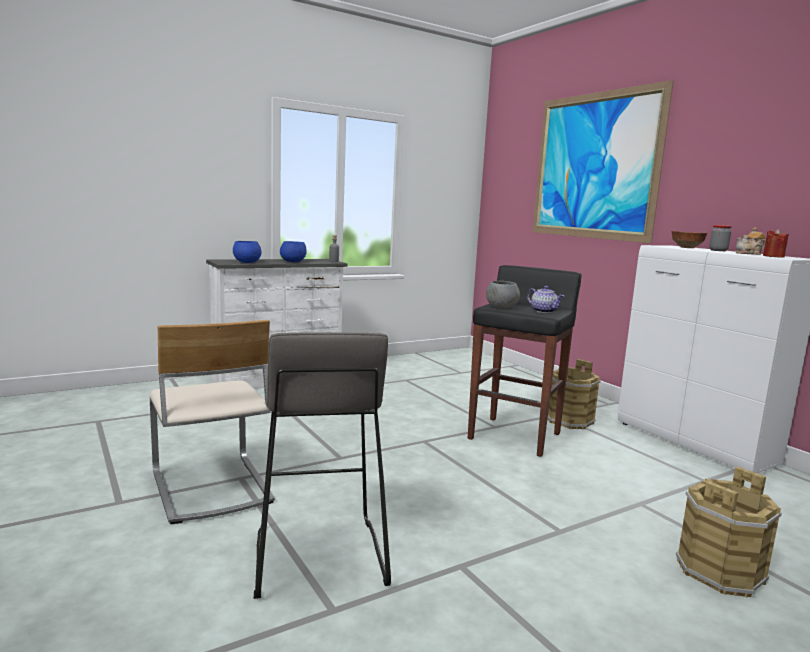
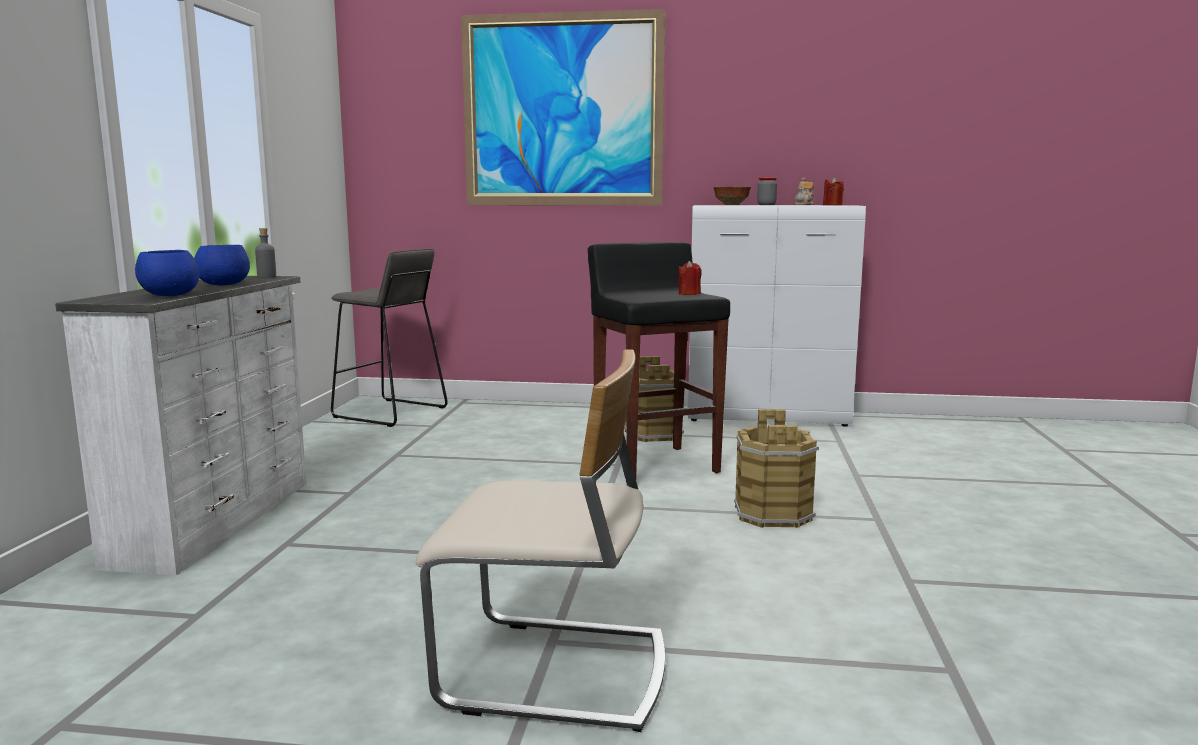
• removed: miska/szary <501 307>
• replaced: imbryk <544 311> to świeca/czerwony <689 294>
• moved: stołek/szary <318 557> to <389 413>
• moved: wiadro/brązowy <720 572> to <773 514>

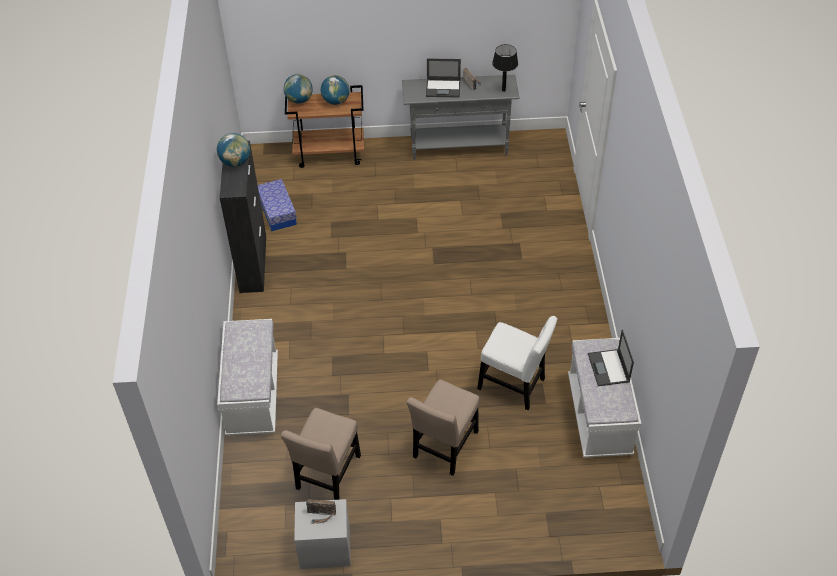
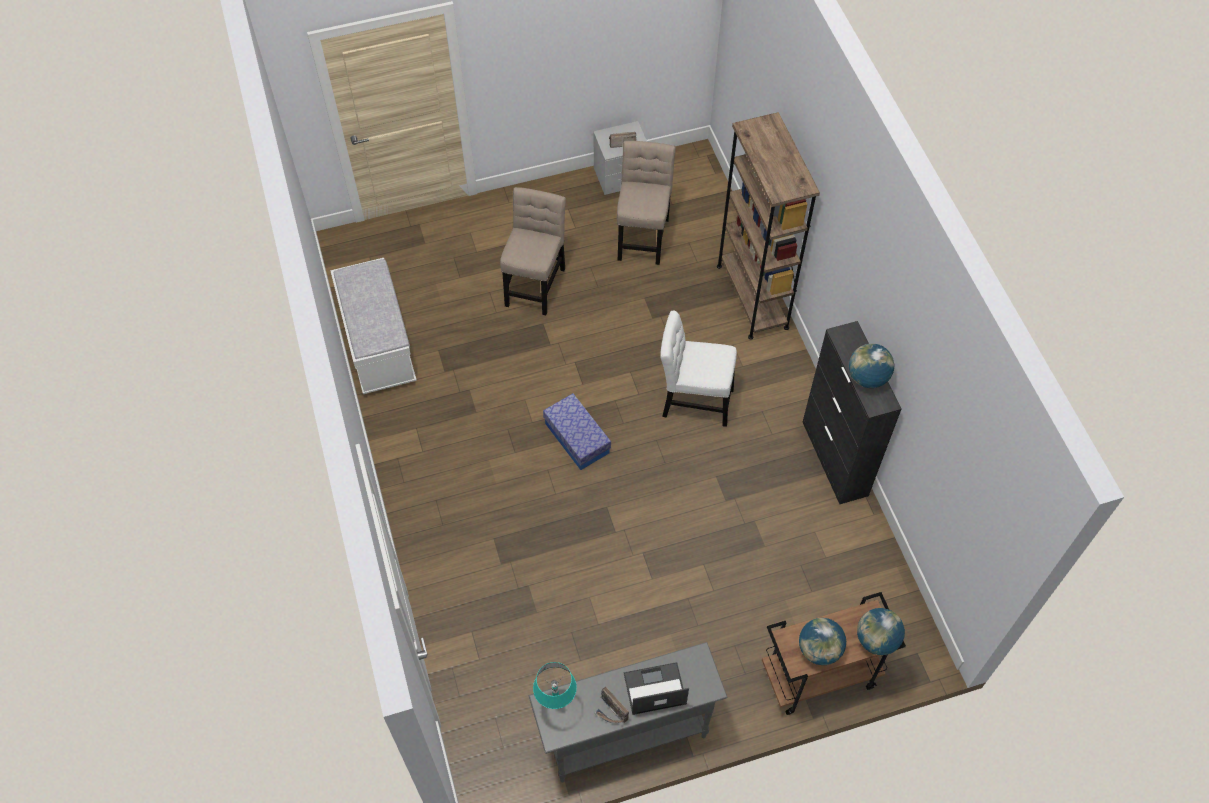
• recoloured: lampa stołowa/czarny <503 90> to lampa stołowa/turkusowy <556 705>
• moved: pojemnik do przechowywania <277 212> to <577 438>
• moved: krzesło/biały <514 386> to <693 401>
• replaced: ławka/biały <253 396> to regał/brązowy <752 296>
• removed: laptop <609 368>

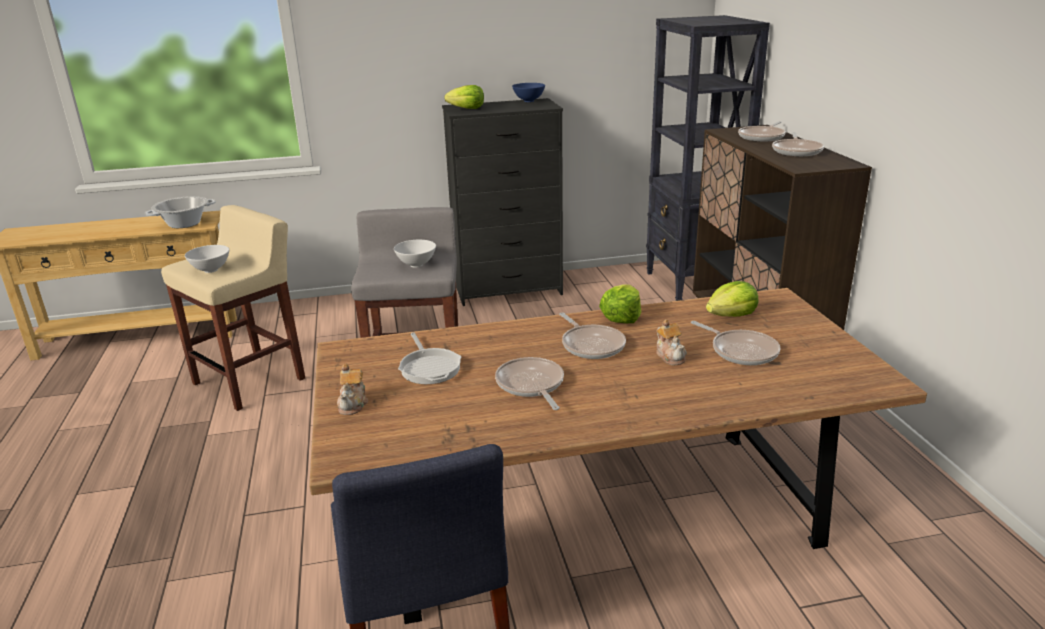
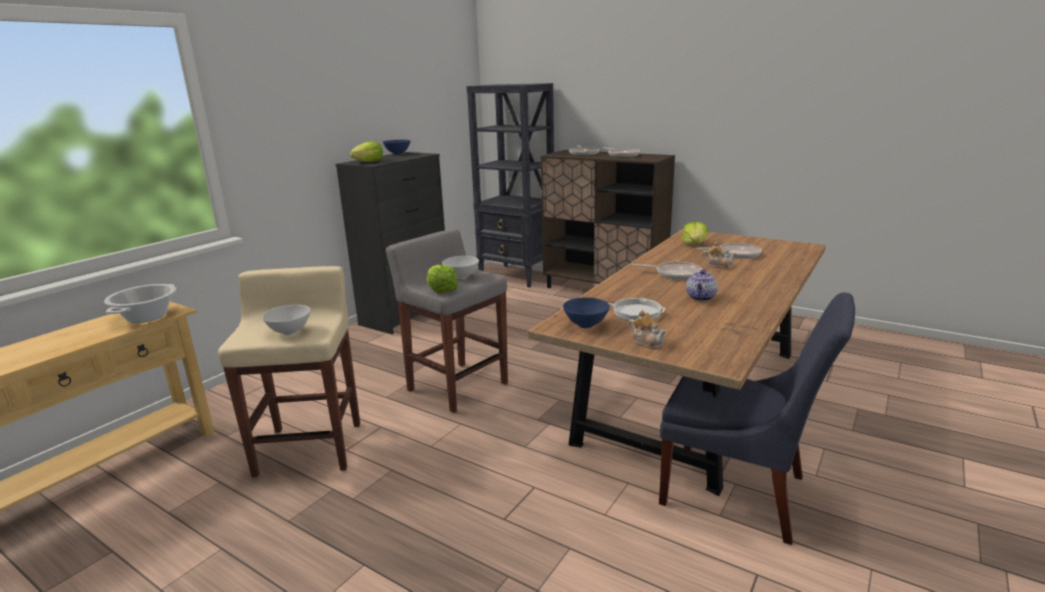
• moved: sałata <621 317> to <441 289>
• replaced: patelnia <531 385> to imbryk <701 298>
• added: miska/niebieski <586 325>

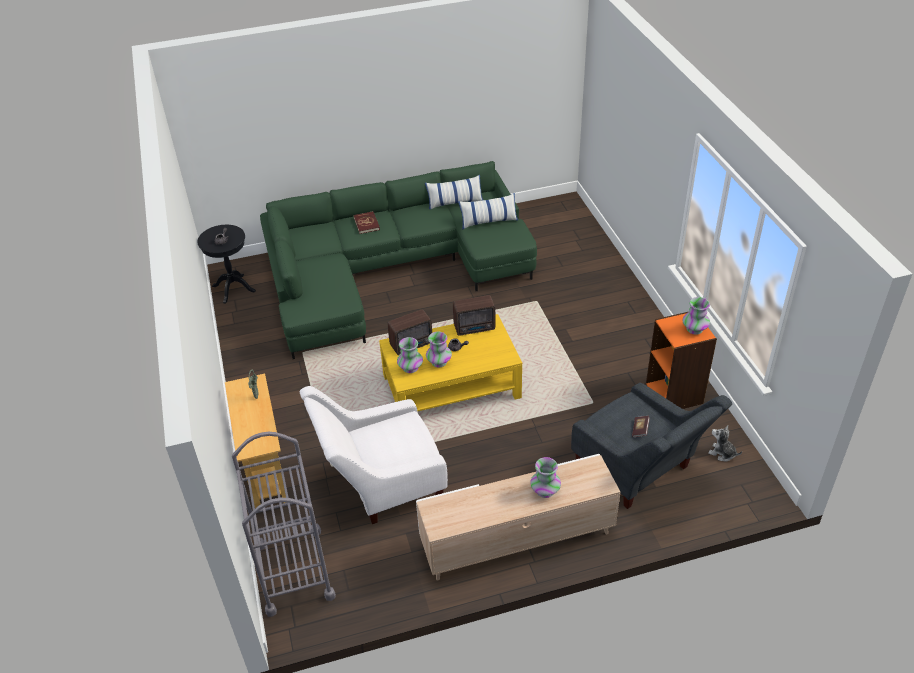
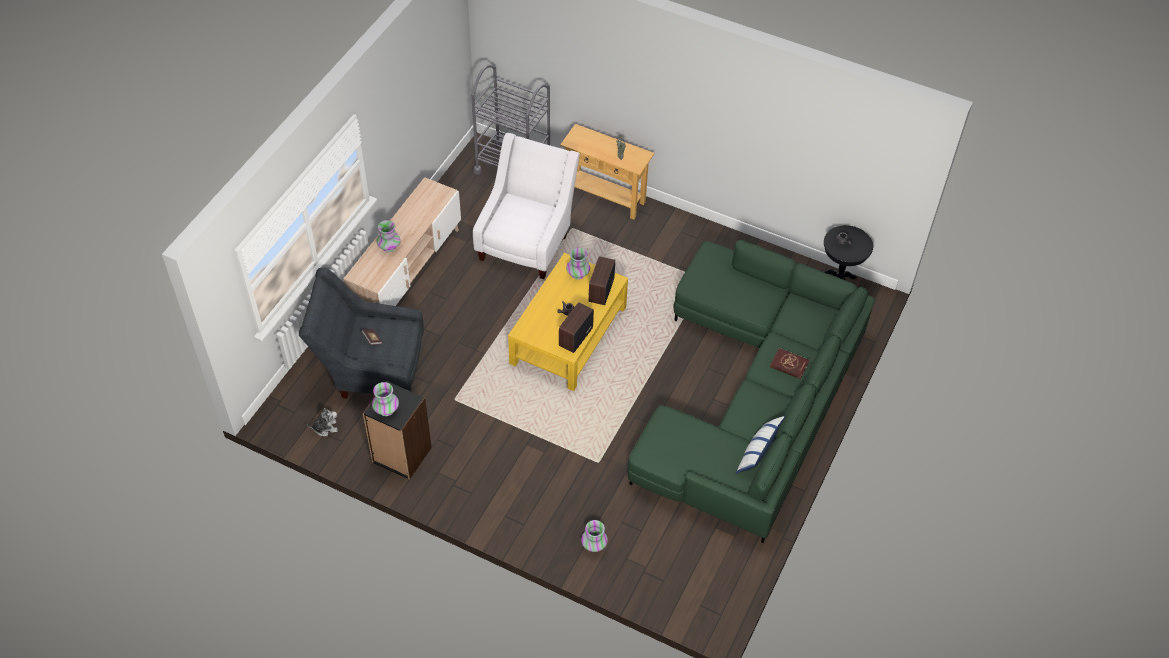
• removed: poduszka <488 221>
• recoloured: regał/pomarańczowy <675 393> to regał/czarny <401 455>
• moved: wazon <439 362> to <594 545>

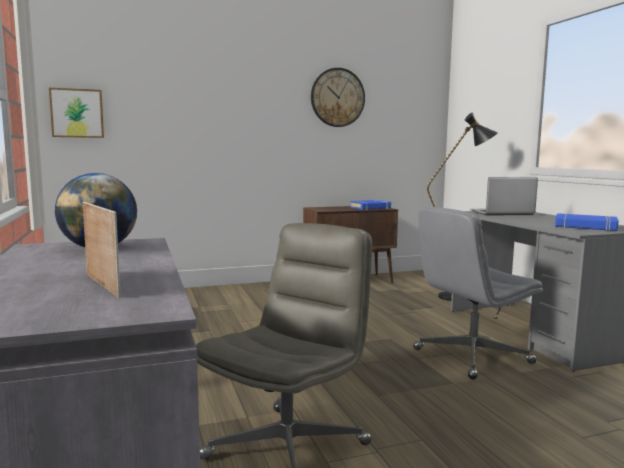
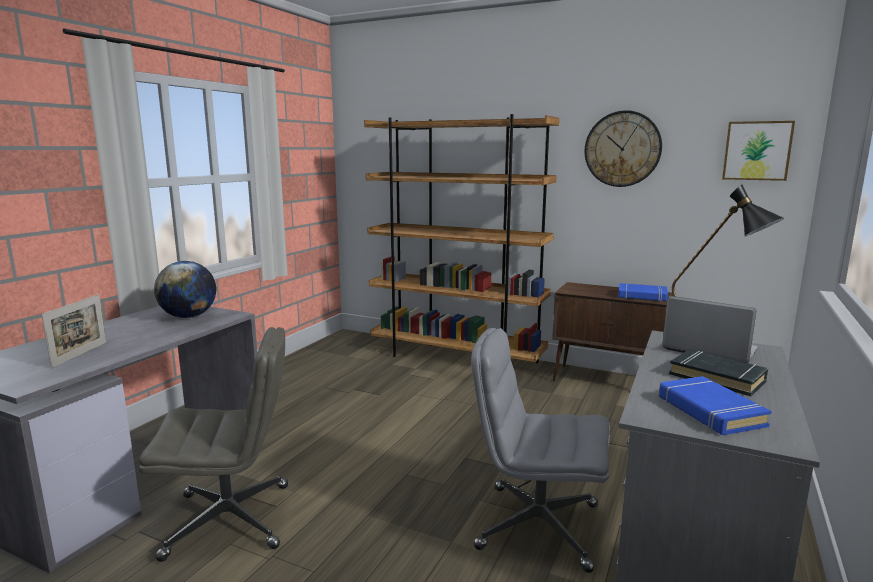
• moved: obraz <77 113> to <757 150>
• added: regał/brązowy <456 358>
• added: książka/czarny <717 378>

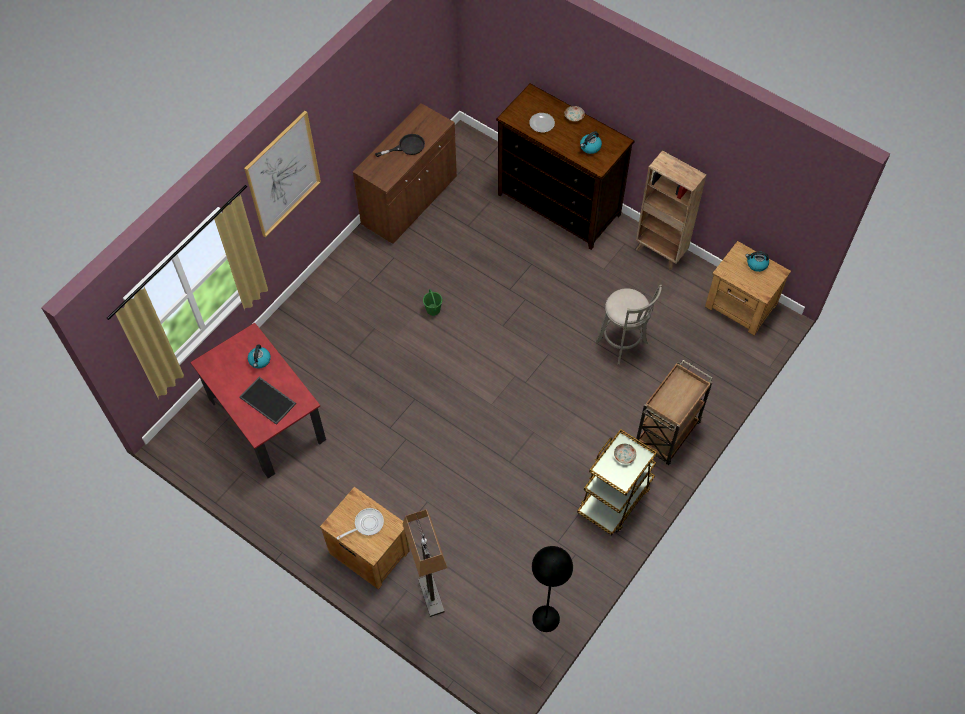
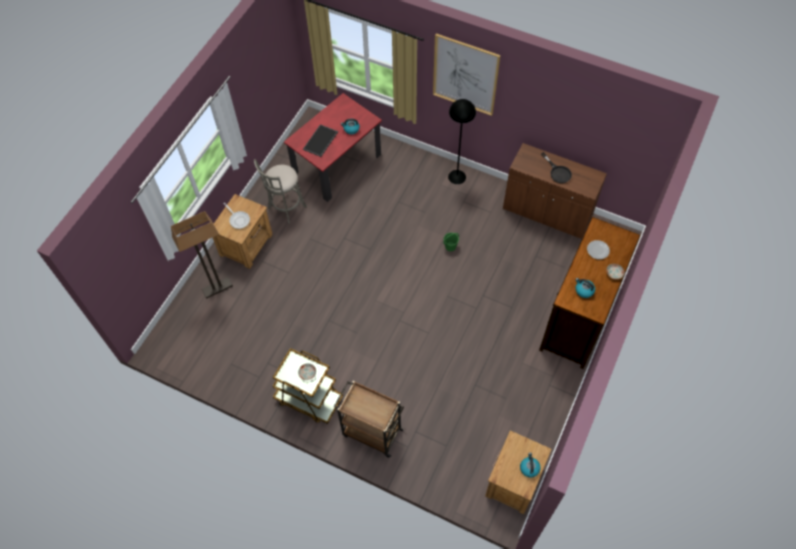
• removed: regał/brązowy <660 252>
• moved: stołek/szary <623 344> to <285 209>
• moved: lampa stojąca/czarny <546 618> to <457 177>

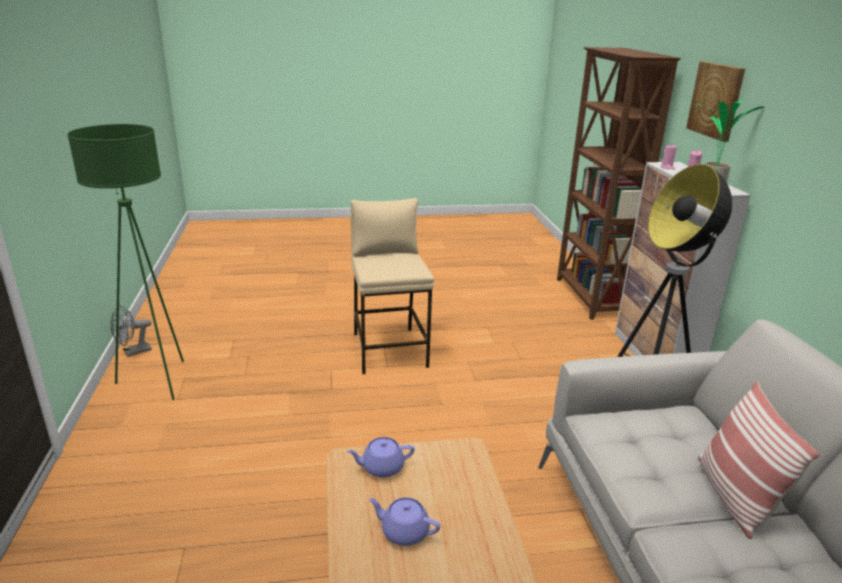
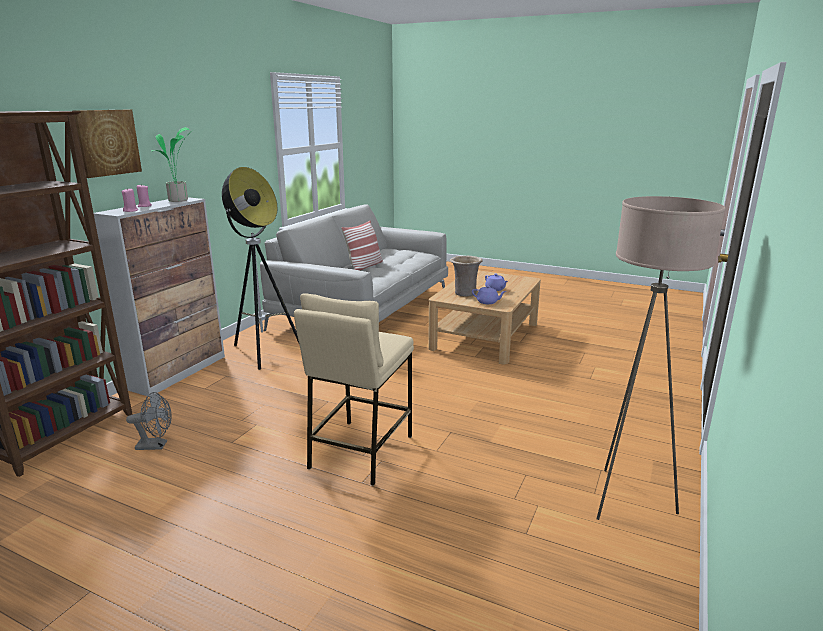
• recoloured: lampa stojąca/zielony <157 381> to lampa stojąca/beżowy <626 499>
• moved: wentylator/szary <133 352> to <156 445>
• added: wazon/beżowy <464 293>

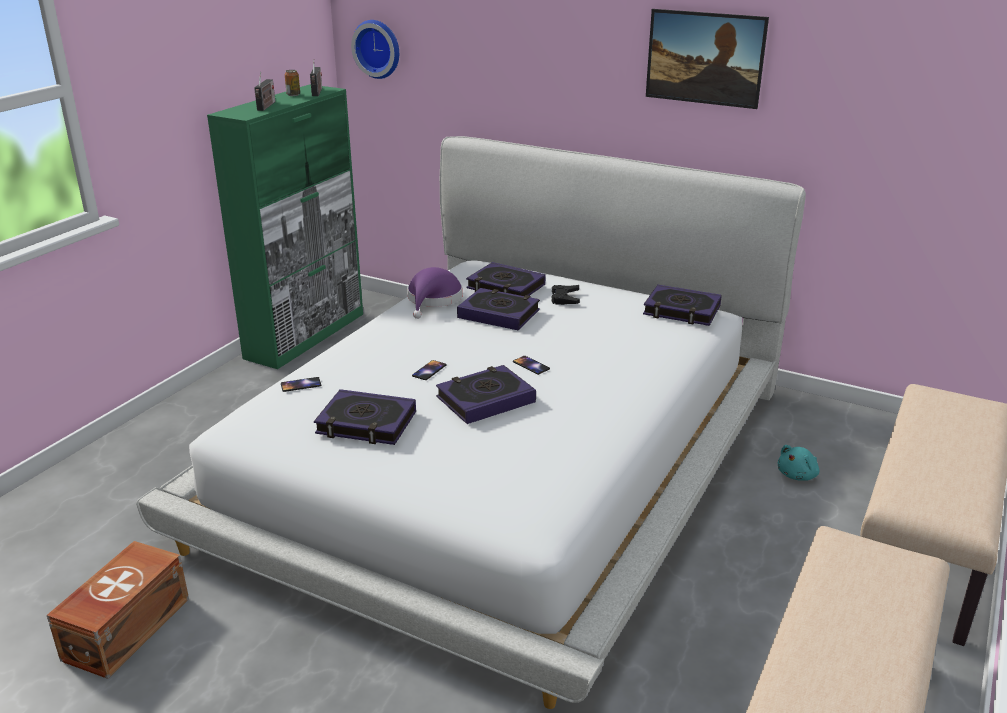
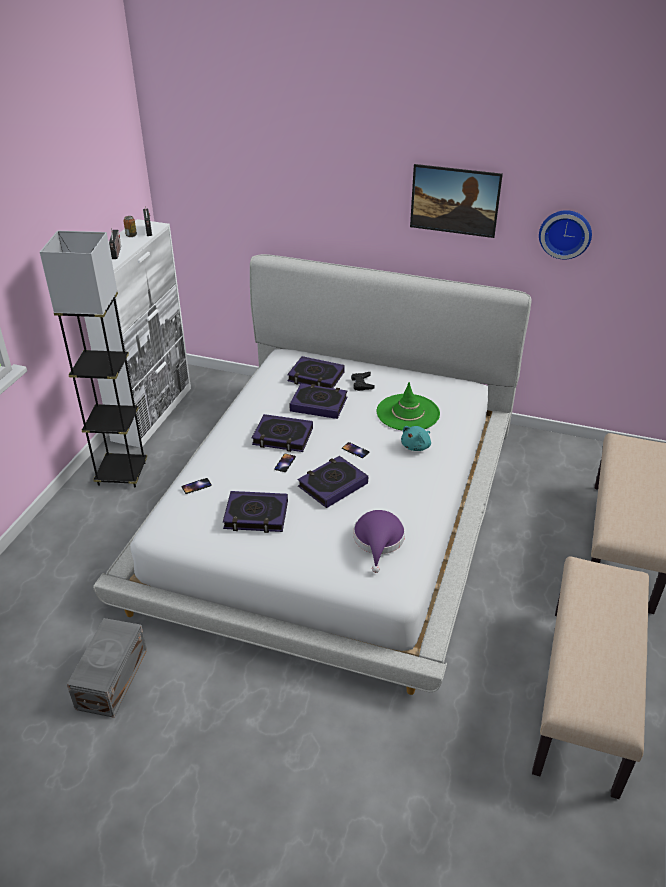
• moved: zegar ścienny <378 48> to <565 233>
• recoloured: szafka/zielony <306 335> to szafka/biały <153 413>
• moved: kapelusz/fioletowy <433 299> to <378 541>
• moved: książka <681 311> to <282 437>
• moved: pluszak/turkusowy <798 475> to <416 446>
• recoloured: pojemnik do przechowywania/brązowy <124 629> to pojemnik do przechowywania/szary <110 679>
• added: lampa stojąca/szary <122 474>
• added: kapelusz/zielony <408 413>

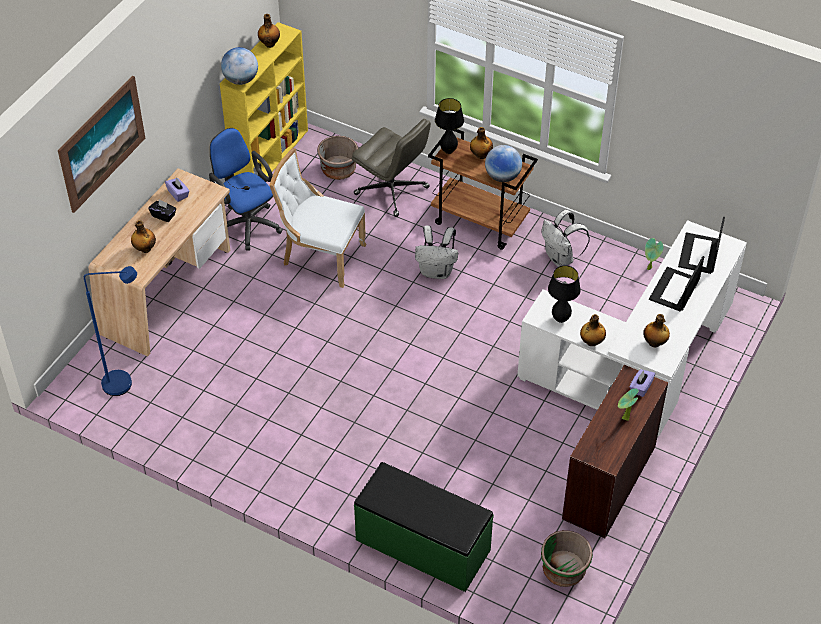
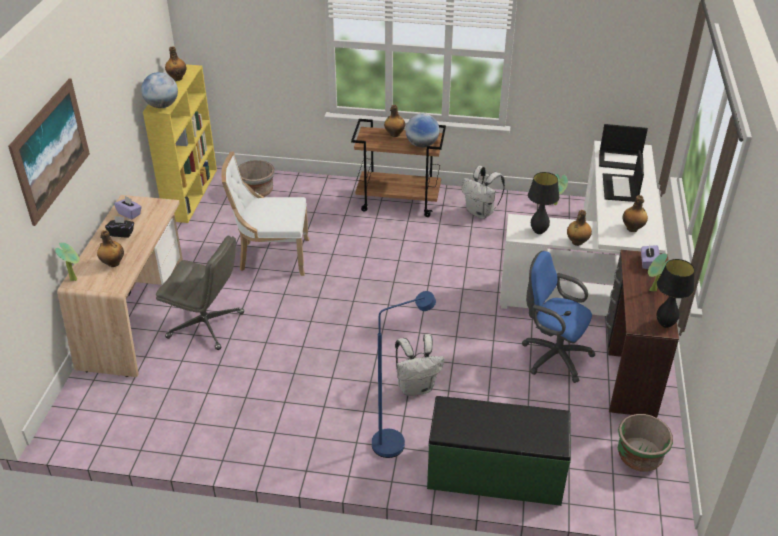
• moved: lampa stołowa/czarny <448 151> to <665 324>
• moved: krzesło biurowe/szary <392 191> to <207 325>
• moved: krzesło biurowe/niebieski <247 223> to <552 356>
• turned: laptop <699 254> = <621 160> 75 degrees counterclockwise
• moved: plecak/biały <437 271> to <416 387>
• moved: lampa stojąca/niebieski <125 383> to <396 441>
• added: roślina doniczkowa <75 278>

